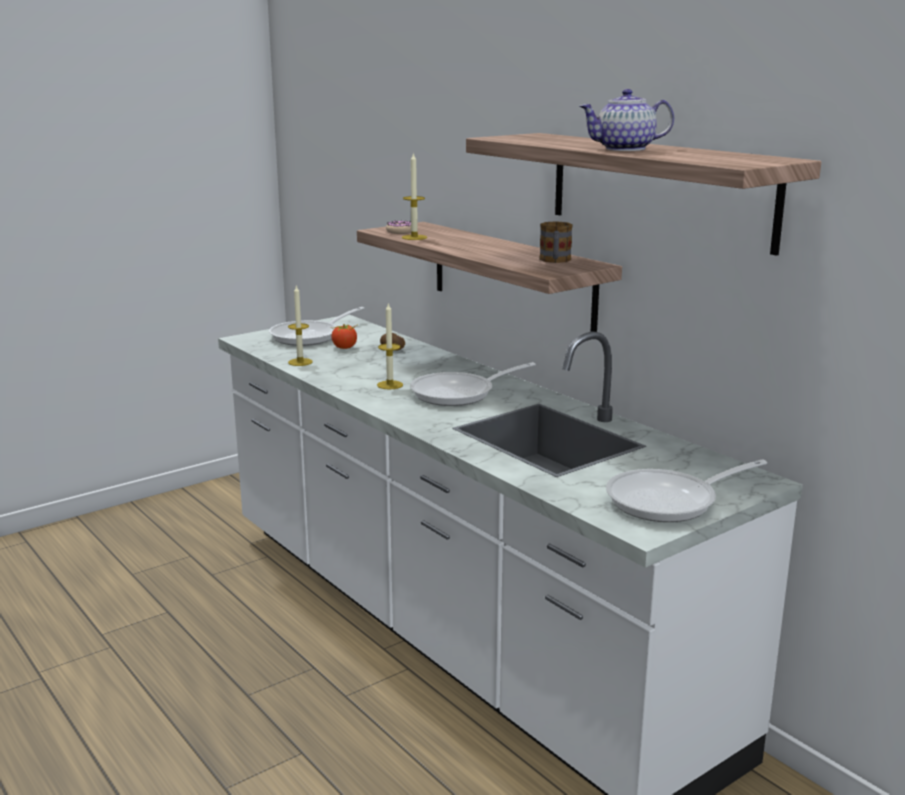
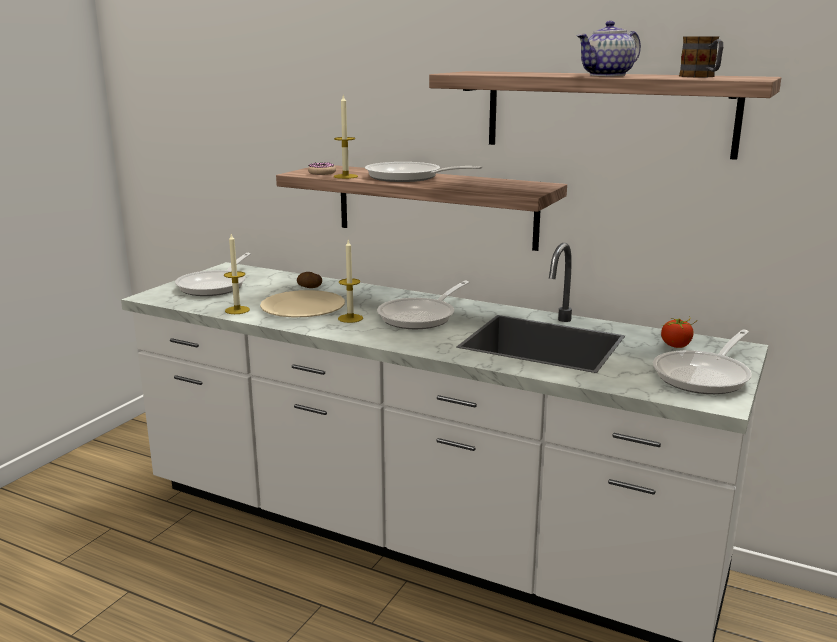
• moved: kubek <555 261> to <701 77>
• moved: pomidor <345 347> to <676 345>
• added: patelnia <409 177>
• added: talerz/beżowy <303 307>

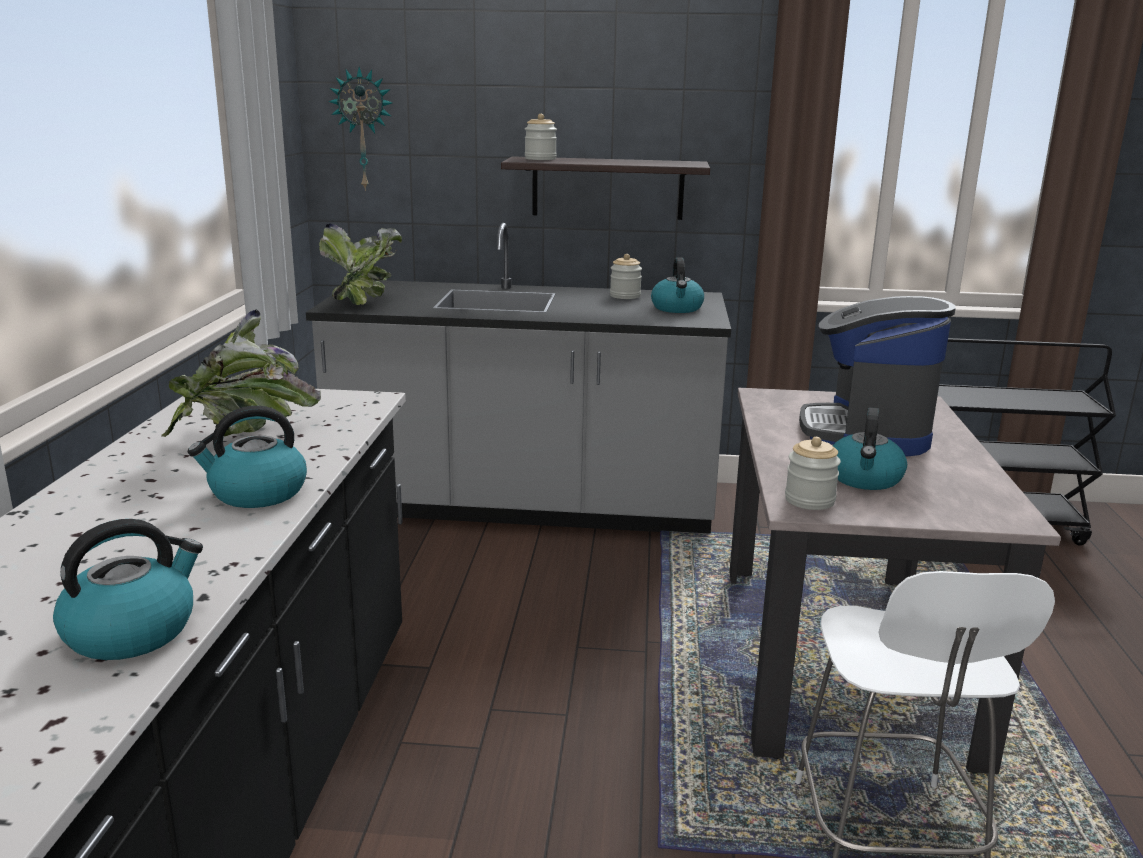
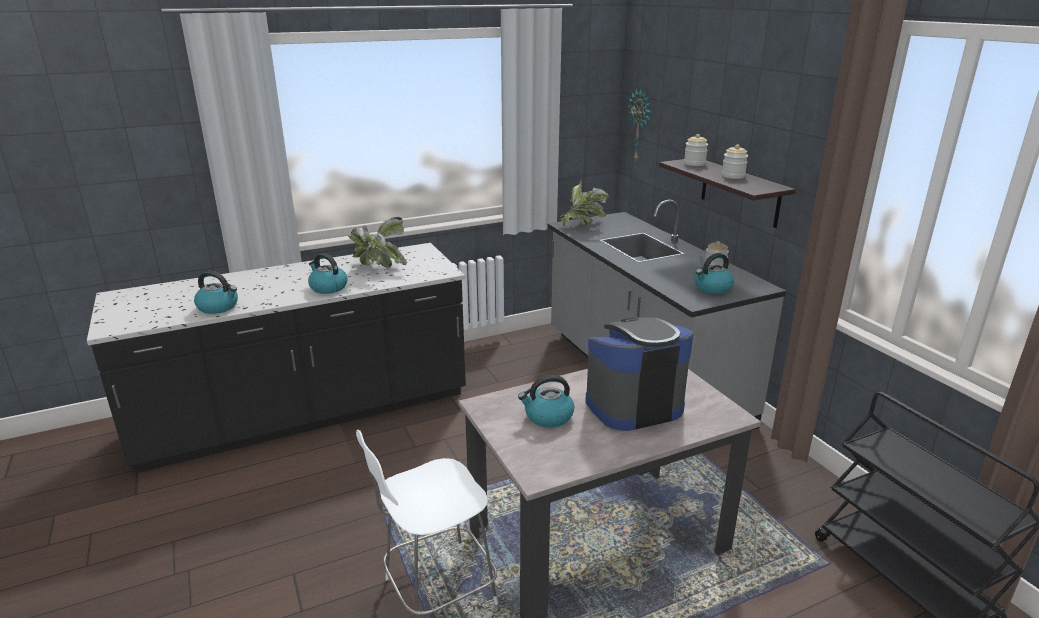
• moved: słoik <809 500> to <733 176>

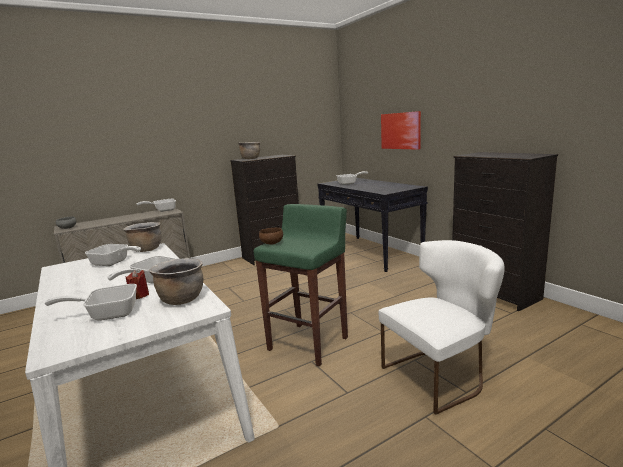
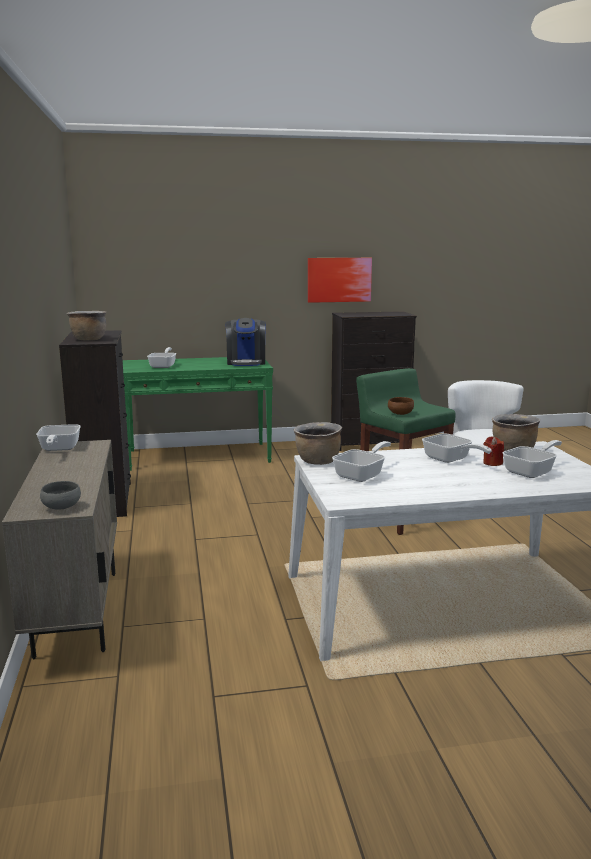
• moved: obraz <400 131> to <339 279>
• recoloured: stolik konsolowy/czarny <370 253> to stolik konsolowy/zielony <199 456>
• turned: patelnia <107 314> = <532 471> 135 degrees counterclockwise
• added: ekspres do kawy <246 362>

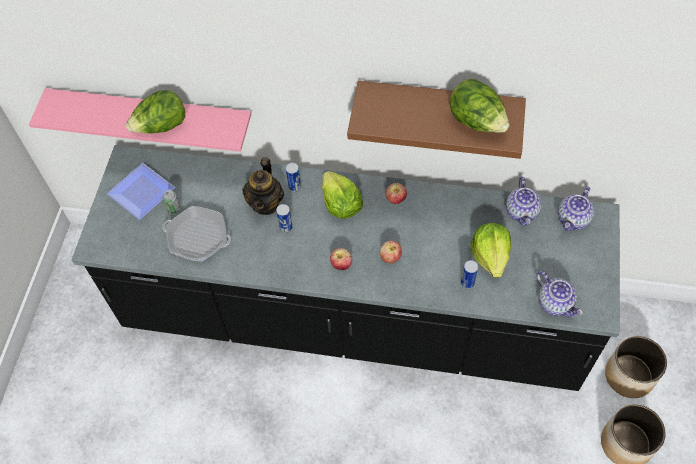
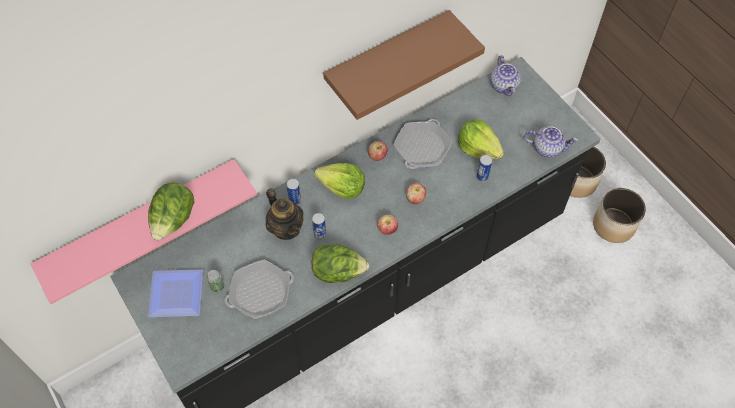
• moved: sałata <477 122> to <338 272>
• removed: imbryk <522 212>
• added: patelnia <422 148>

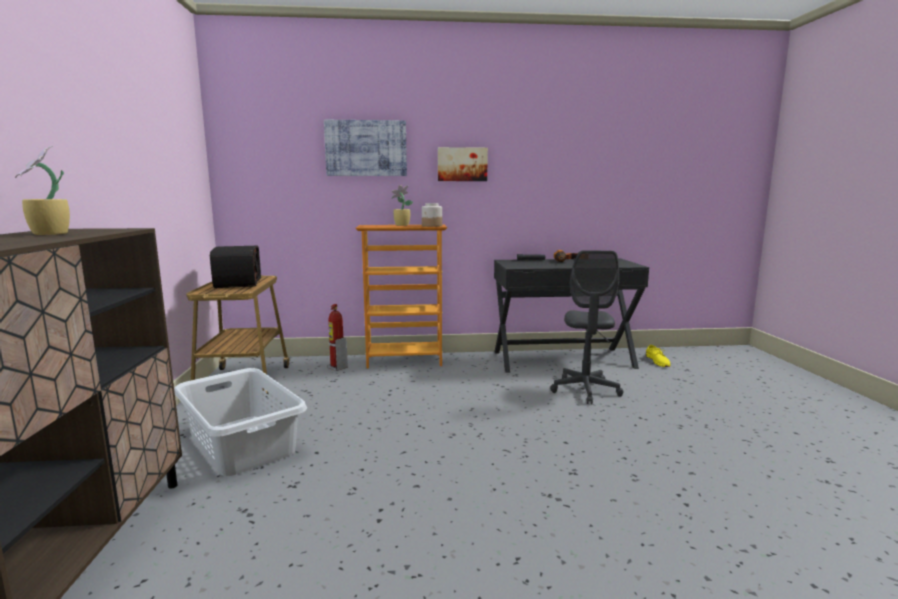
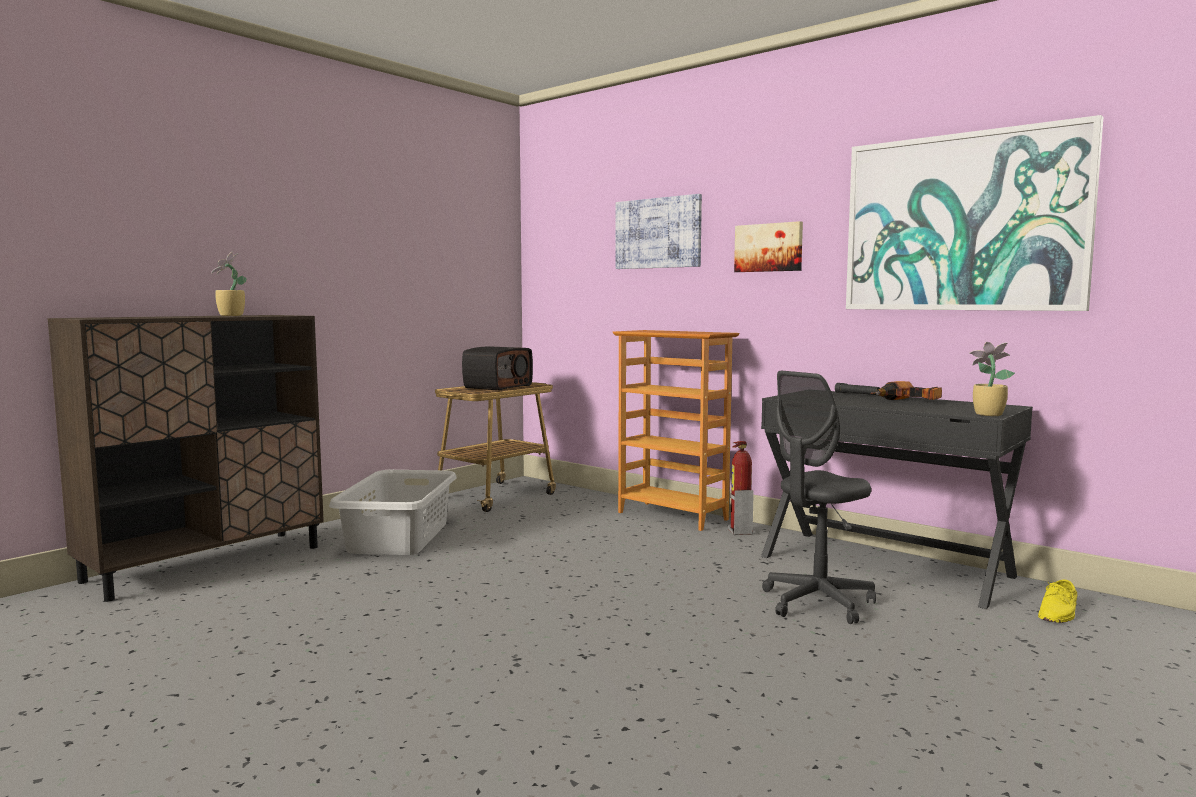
• moved: roślina doniczkowa <401 225> to <987 414>
• removed: słoik <432 226>
• moved: gaśnica <337 367> to <739 532>
• added: obraz <963 223>

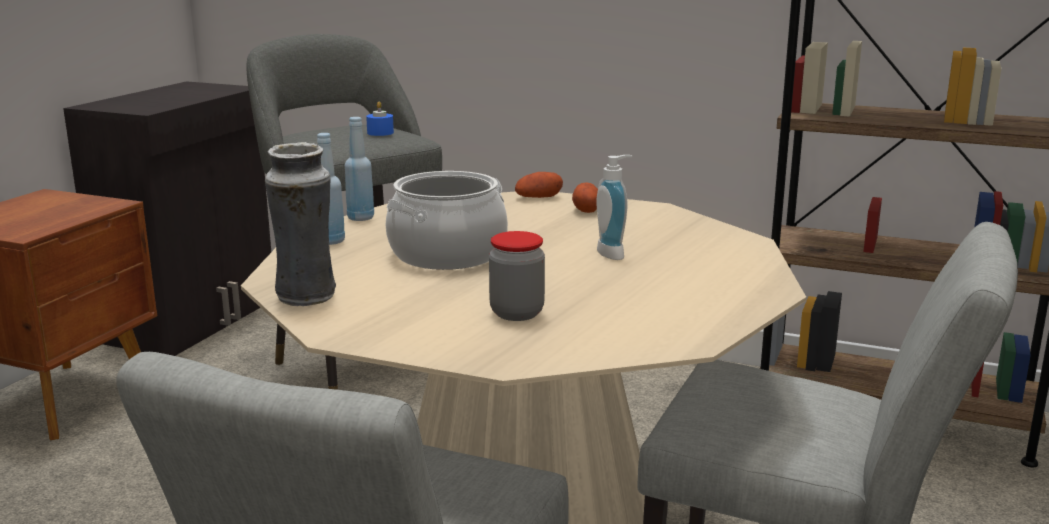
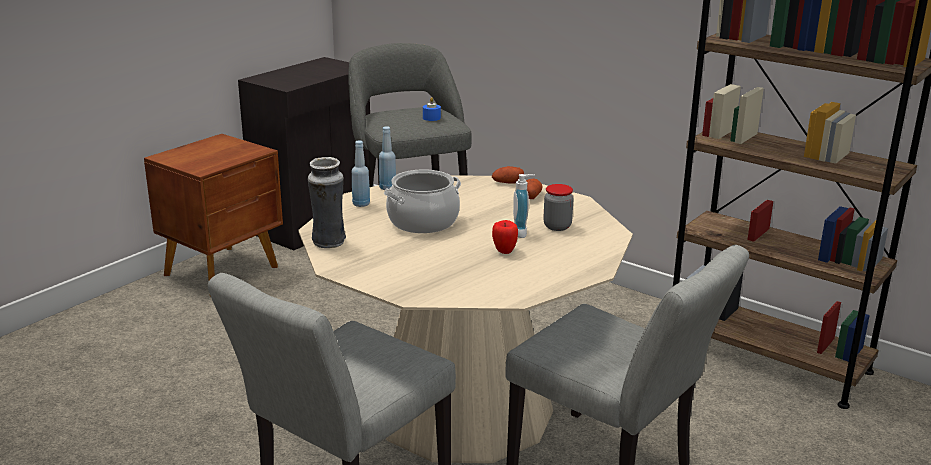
• moved: słoik <517 313> to <557 226>
• added: jabłko <504 251>

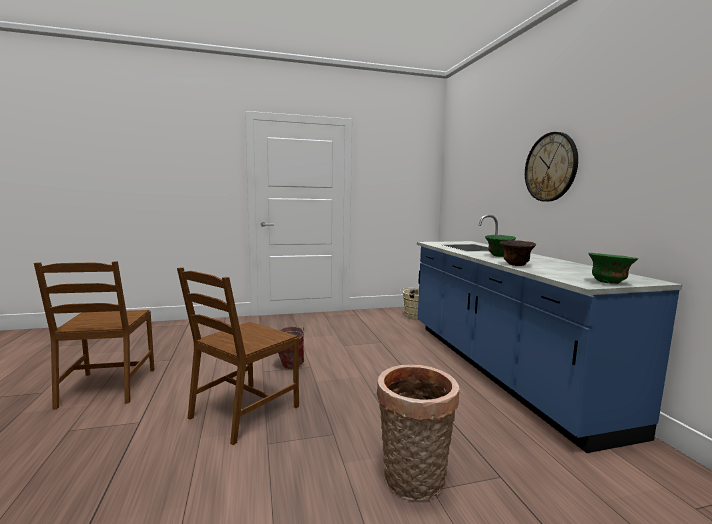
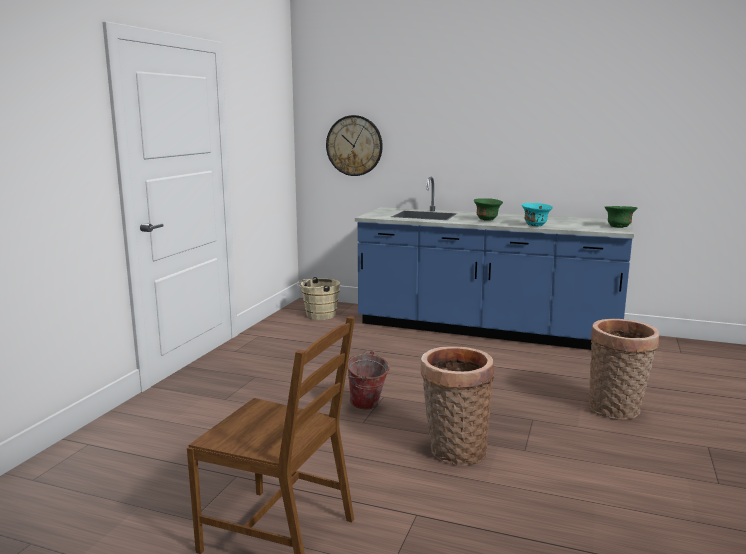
• moved: zegar ścienny <550 167> to <354 145>
• recoloured: miska/brązowy <516 265> to miska/turkusowy <535 225>
• replaced: krzesło/brązowy <243 412> to koszyk <454 451>

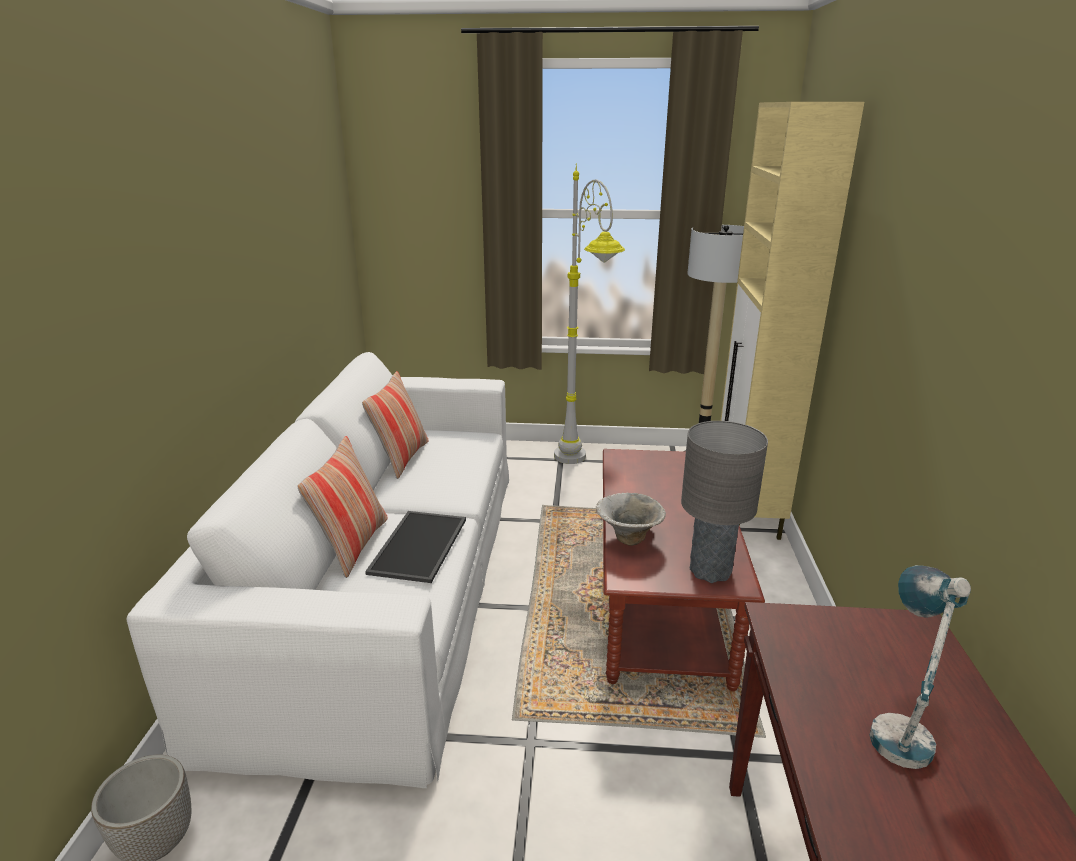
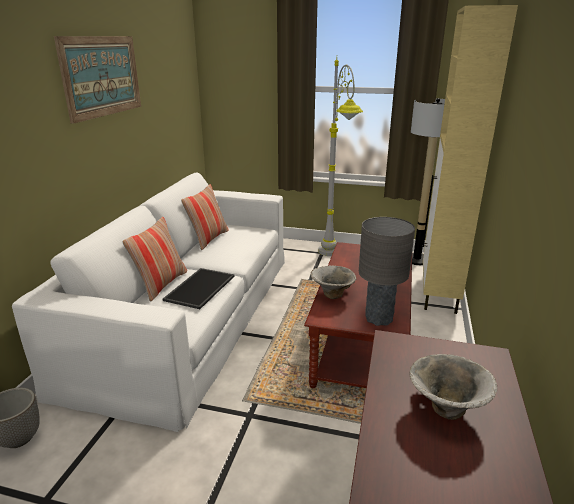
• replaced: lampa stołowa <899 724> to miska <445 409>
• added: obraz <102 76>

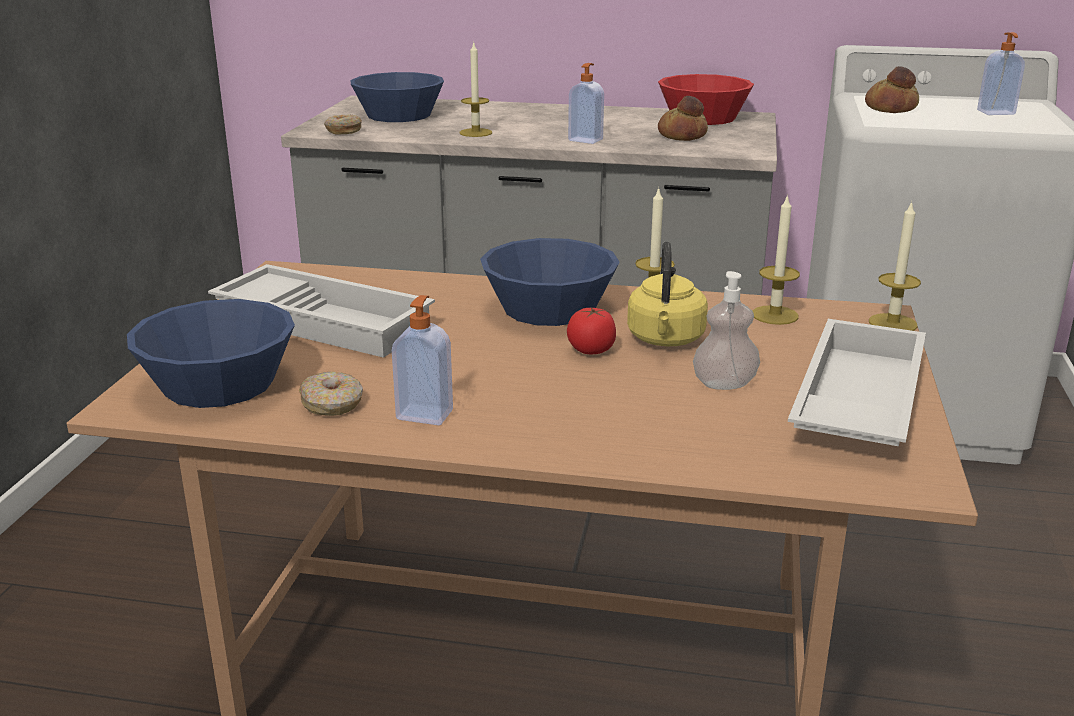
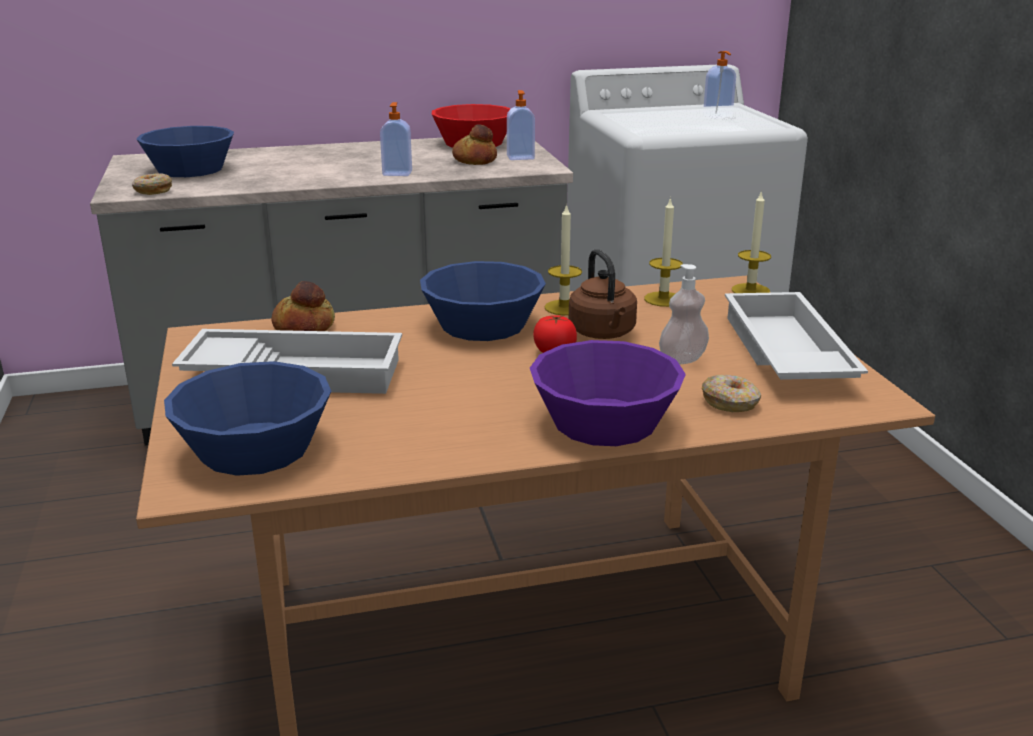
• removed: świeca <475 133>
• moved: chleb <891 108> to <305 327>
• recoloured: czajnik/żółty <665 340> to czajnik/brązowy <603 333>
• moved: dozownik mydła <425 414> to <520 157>
• moved: donut <332 404> to <730 402>
• added: miska/fioletowy <605 421>

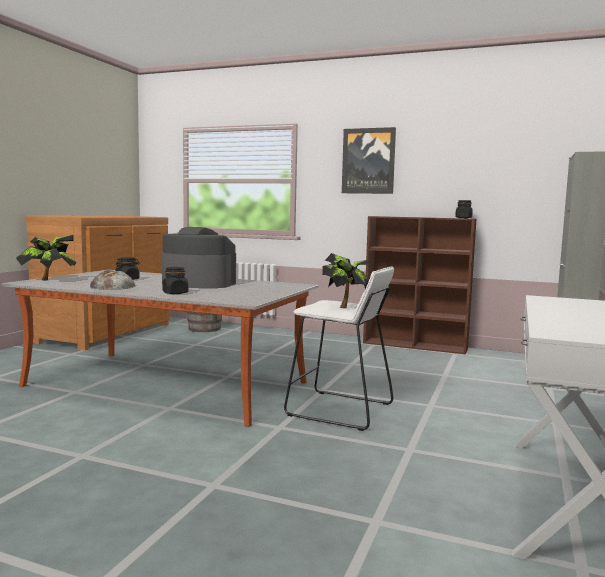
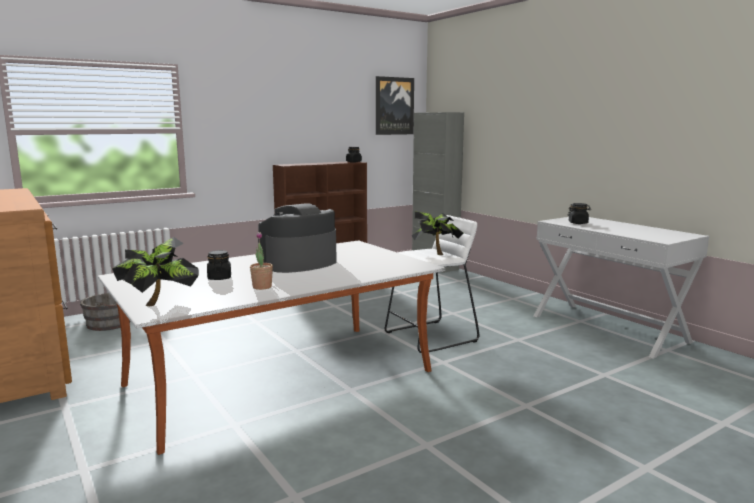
• moved: obraz <368 161> to <394 106>
• moved: słoik/czarny <175 293> to <578 223>
• replaced: chleb <112 286> to roślina doniczkowa <262 287>

